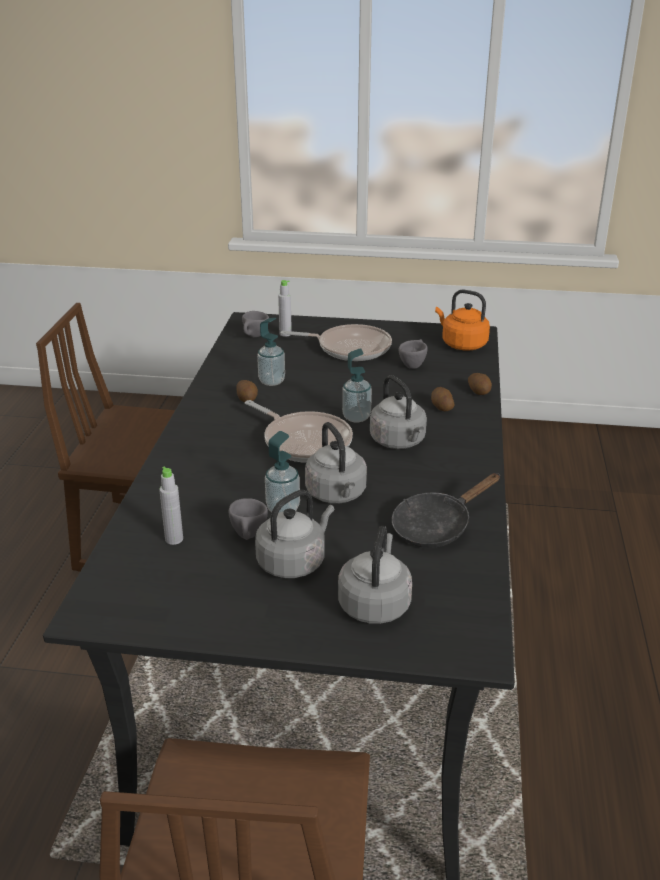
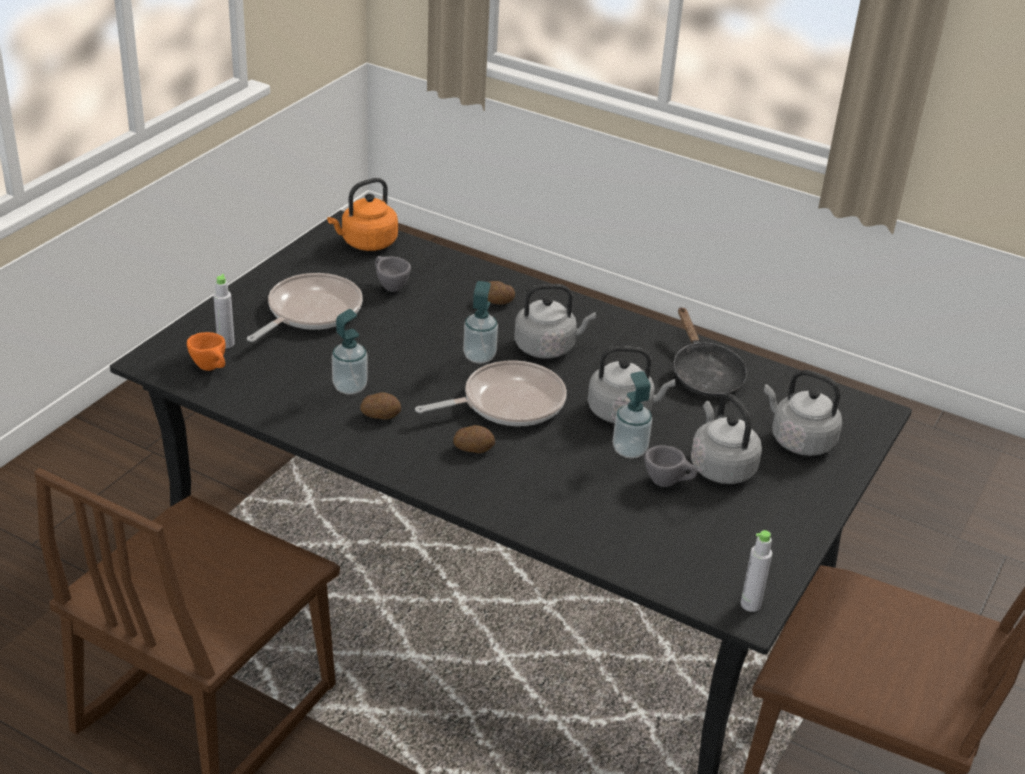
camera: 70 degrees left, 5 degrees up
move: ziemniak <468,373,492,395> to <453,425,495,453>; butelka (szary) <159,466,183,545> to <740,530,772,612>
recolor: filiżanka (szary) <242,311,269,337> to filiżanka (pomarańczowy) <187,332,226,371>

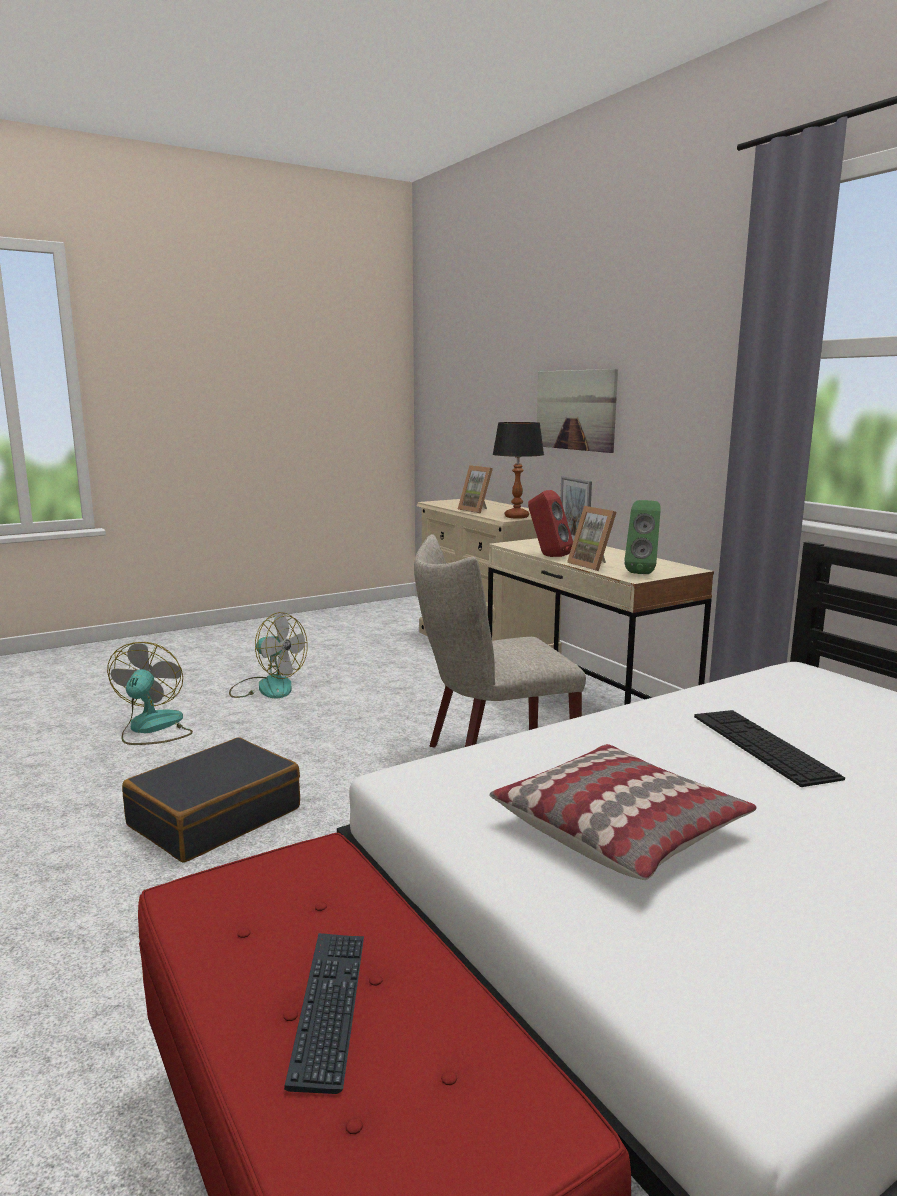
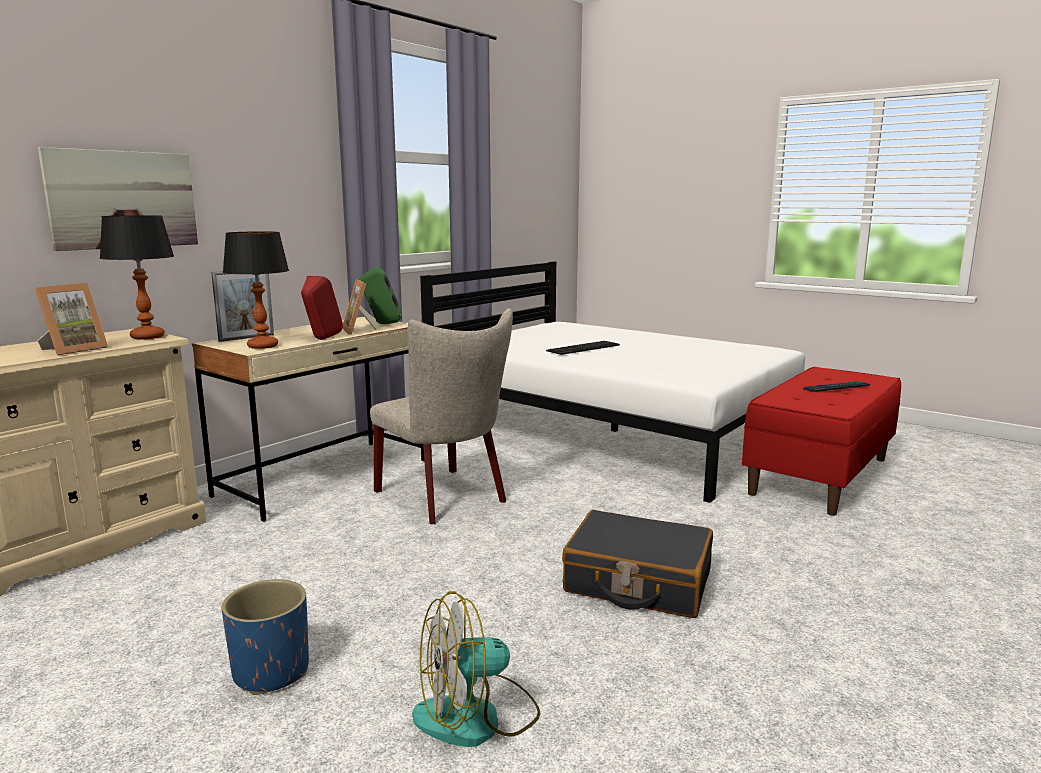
camera: 110 degrees left, 0 degrees up
delete: poduszka <489,744,757,880>
insert: lampa stołowa <223,231,289,349>
replace: wentylator <229,612,308,698> to donica (niebieski) <222,579,309,695>
rotate: ramka na zdjęcie <567,506,617,571> = <342,279,379,335> 120 degrees clockwise

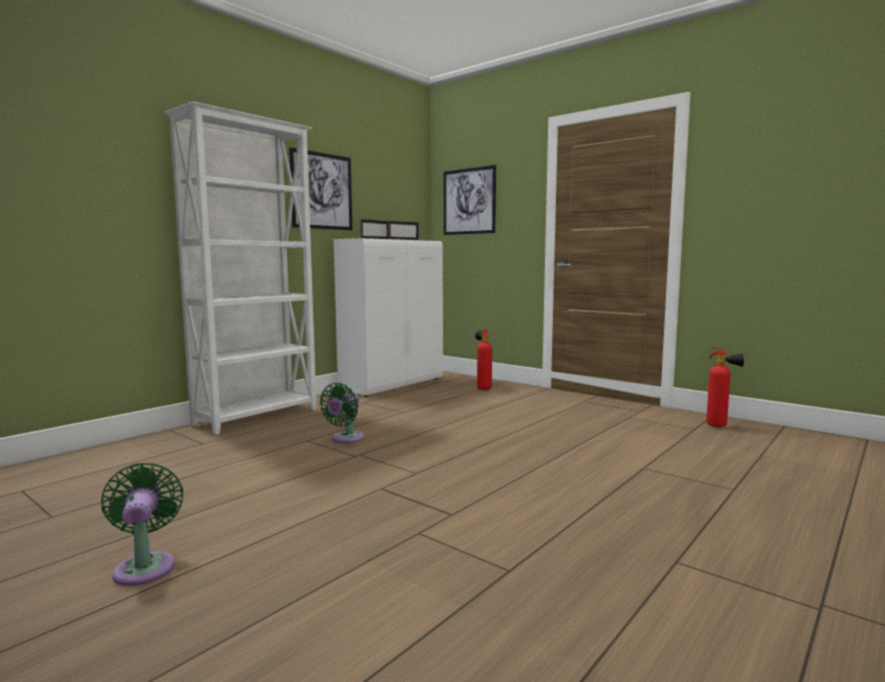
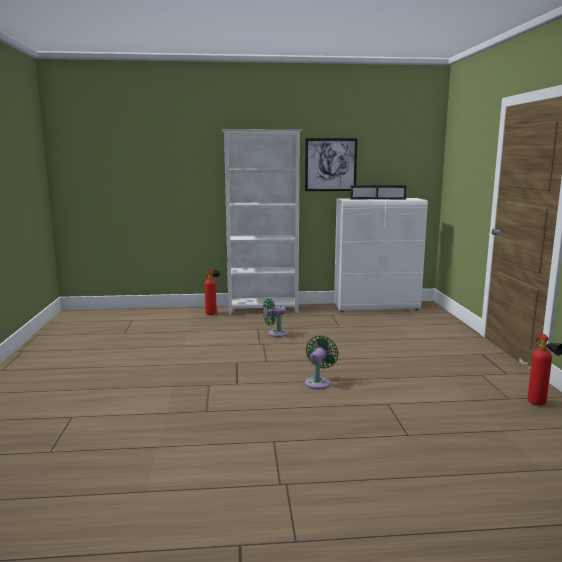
camera: 45 degrees right, 5 degrees up
delete: obraz <444,165,496,235>
move: gaśnica <475,329,492,390> to <205,269,220,315>; wentylator (zielony) <101,463,183,586> to <305,335,338,389>

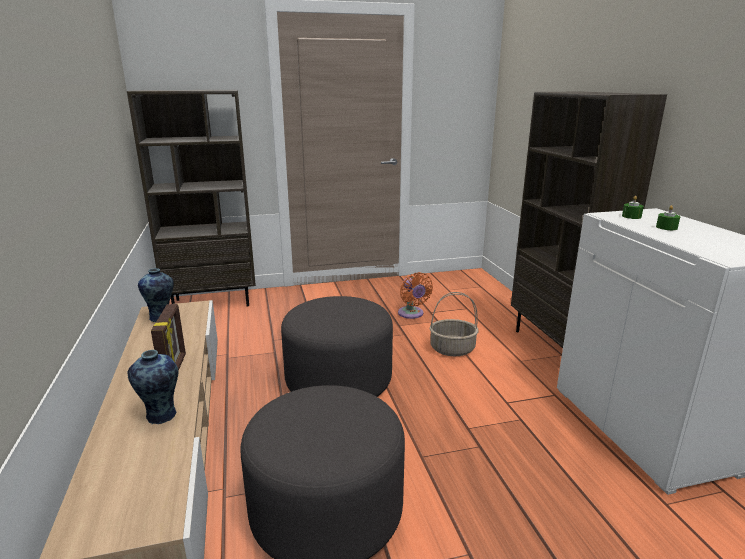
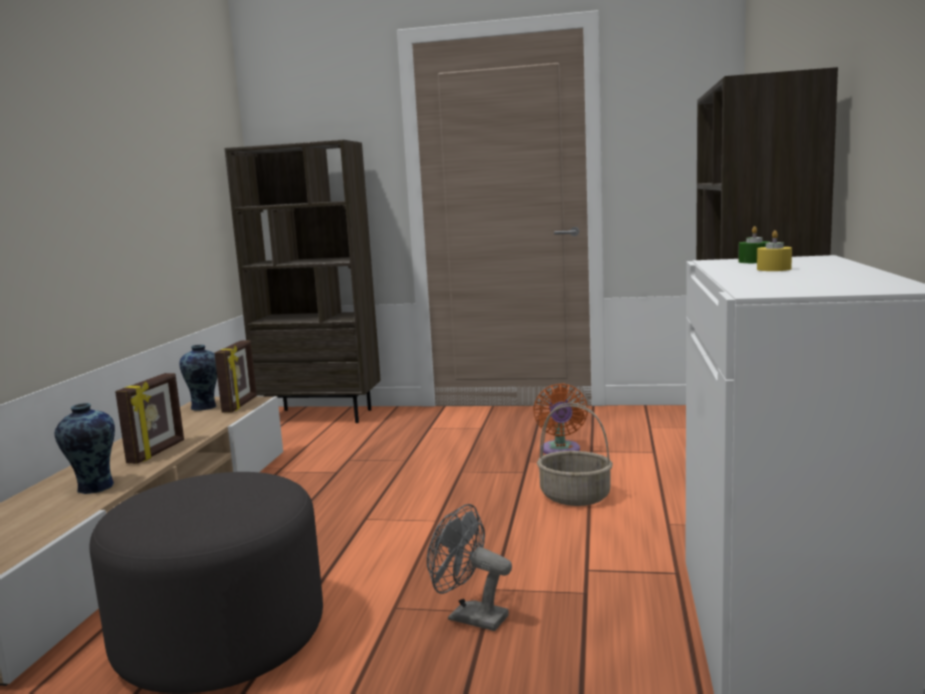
camera: 25 degrees right, 10 degrees down
delete: pufa (szary) <281,296,393,397>
insert: ramka na zdjęcie <214,340,257,413>; wentylator (szary) <427,504,512,631>
recolor: świeca (zielony) <656,205,680,230> to świeca (żółty) <757,230,792,271>

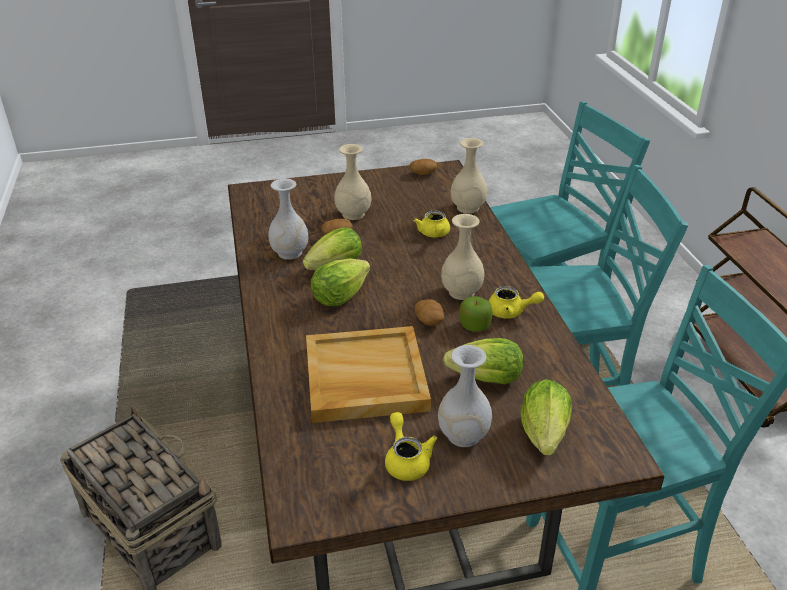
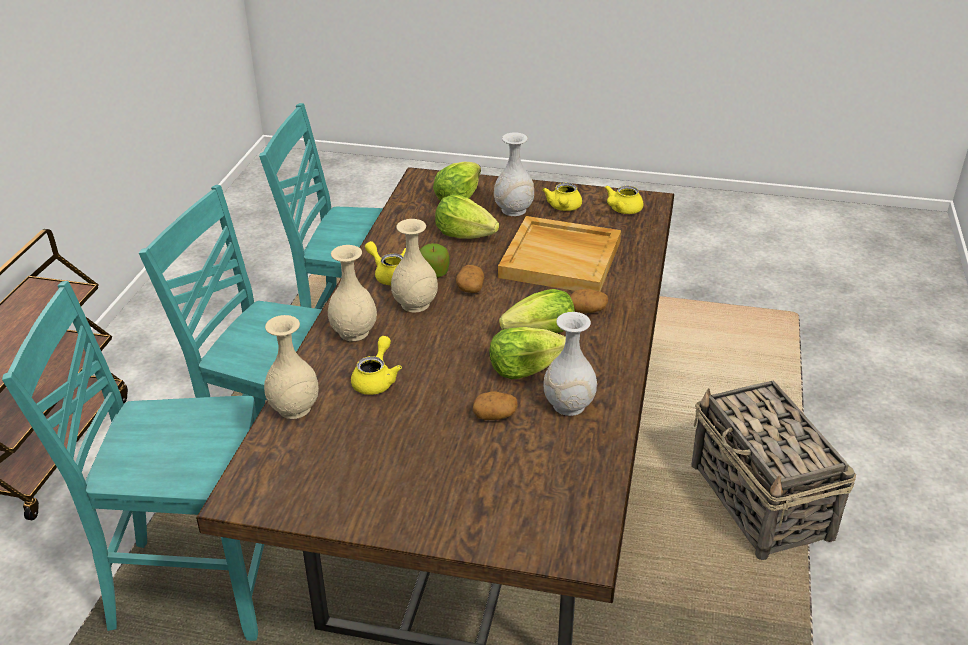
camera: 155 degrees left, 0 degrees up
insert: imbryk (żółty) <605,186,644,214>
move: wazon (beżowy) <334,144,371,220> to <328,245,377,341>; ziemniak <410,159,437,175> to <570,289,608,313>

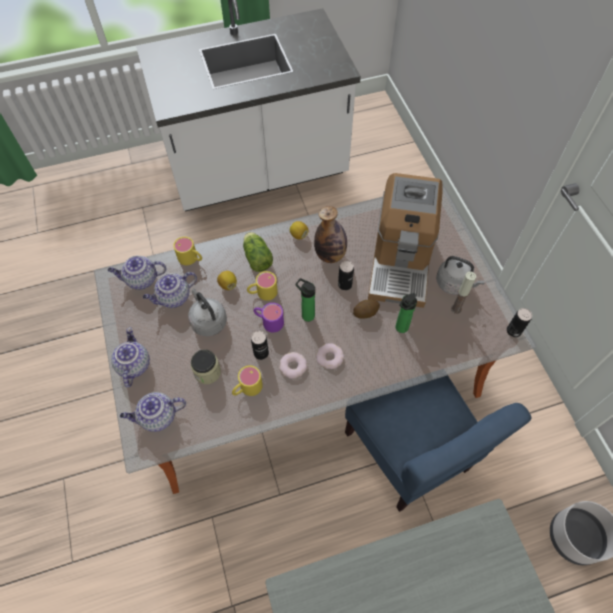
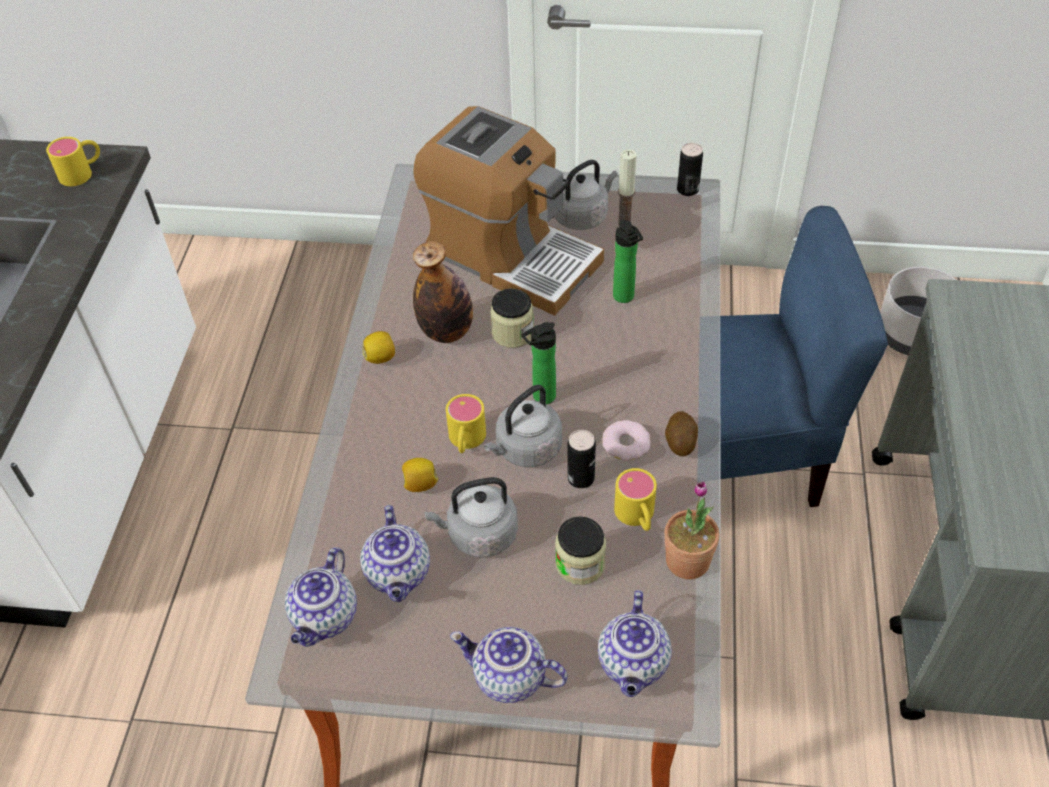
camera: 65 degrees left, 10 degrees down
delete: sałata <243,232,273,272>; donut <316,343,344,369>
insert: roślina doniczkowa <665,481,720,579>
move: kubek (żółty) <173,237,202,265> to <46,137,100,186>; ziemniak <353,299,380,318> to <665,411,698,456>
replace: kubek (fioletowy) <254,303,284,332> to czajnik (szary) <484,385,562,467>; puszka <338,261,354,290> to słoik <490,289,534,348>

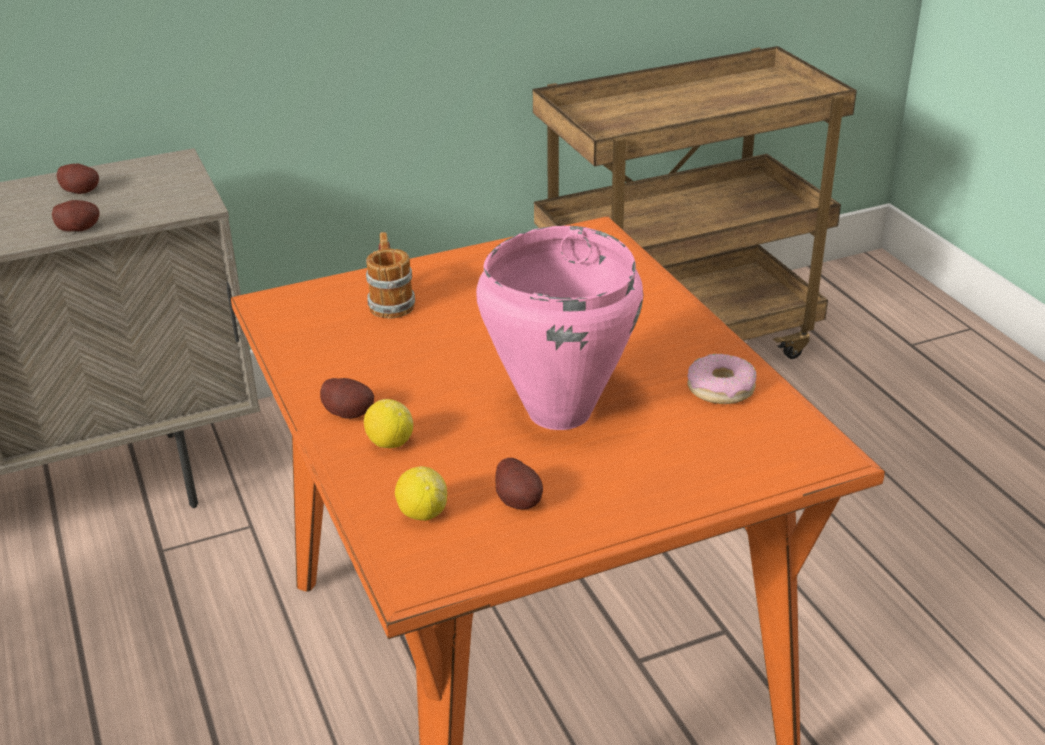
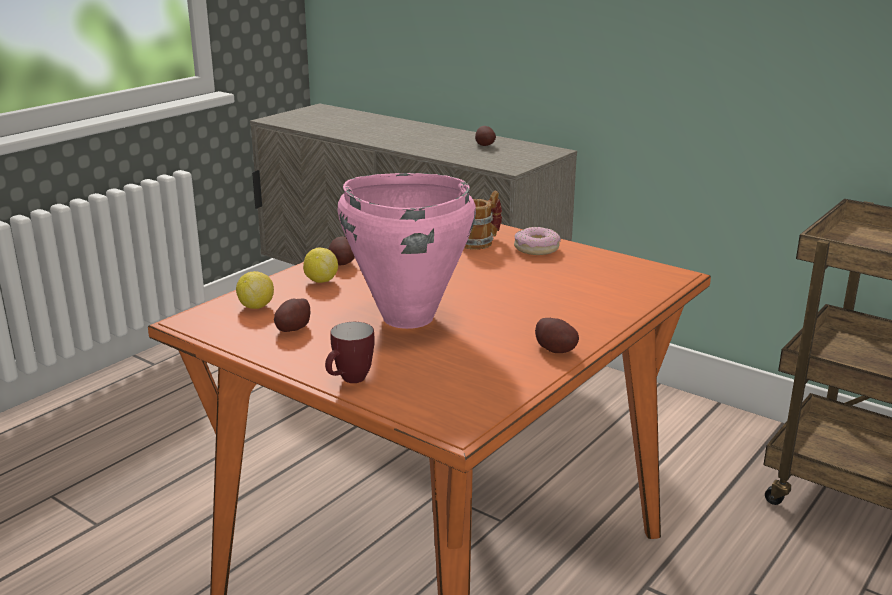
camera: 60 degrees right, 10 degrees down
insert: kubek <325,322,375,383>
move: donut <687,354,757,404> to <514,227,561,255>; ziemniak <52,200,99,232> to <535,318,579,353>

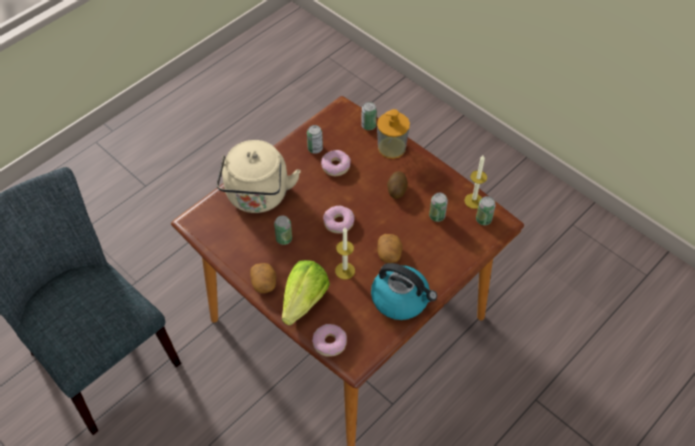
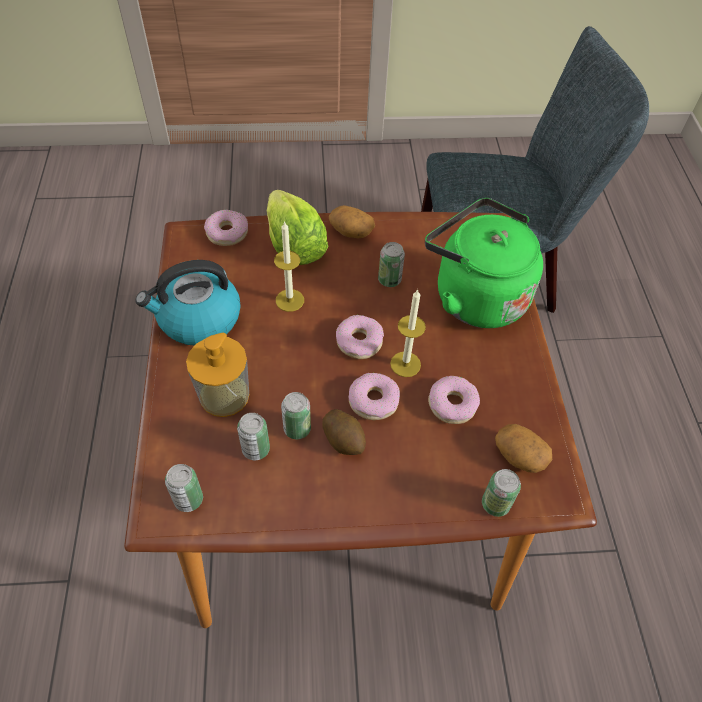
camera: 130 degrees right, 0 degrees up
insert: donut <348,373,400,420>
move: dozownik mydła <377,109,410,159> to <186,333,249,417>; puszka <307,125,323,154> to <281,392,311,440>; świeca <464,155,487,209> to <390,289,426,377>; ziemniak <378,234,402,263> to <495,424,552,473>
recolor: czajnik (beżowy) <217,140,301,213> to czajnik (zielony) <425,198,543,328>

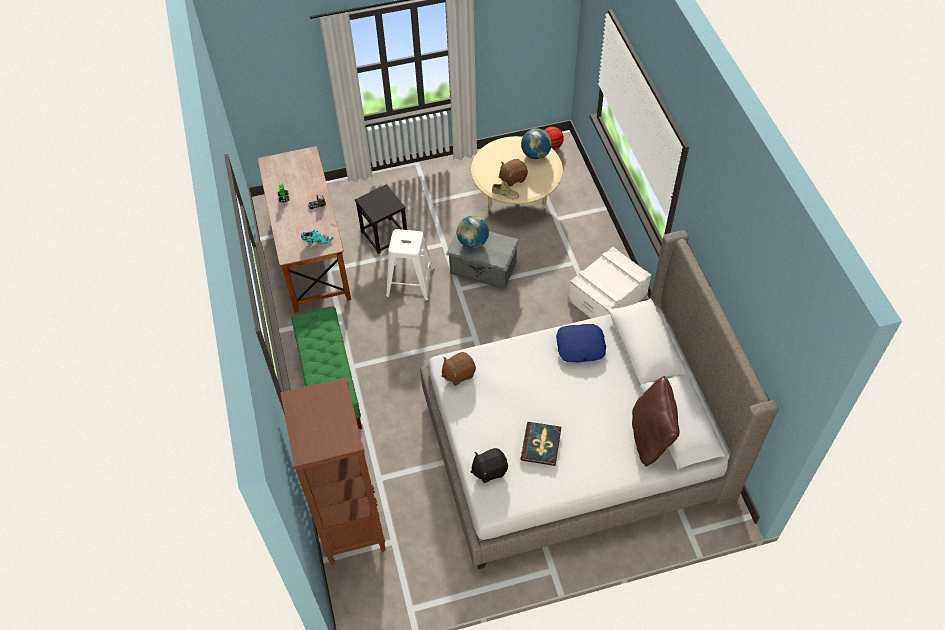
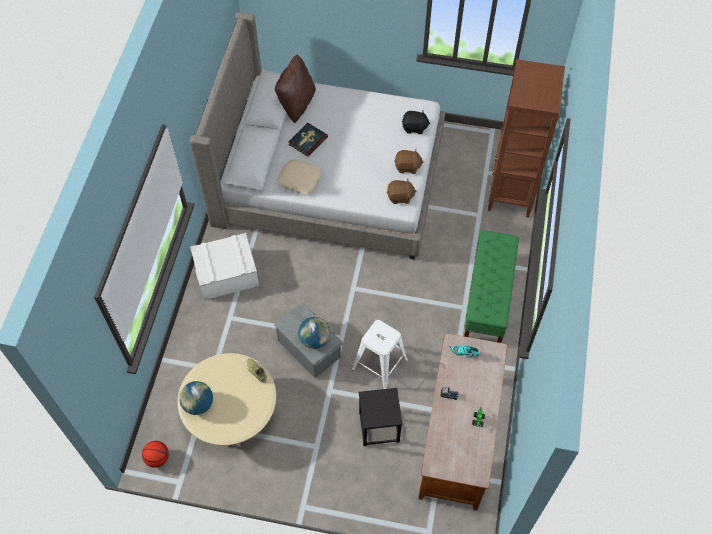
camera: 155 degrees left, 5 degrees up
move: książka <521,422,561,466> to <288,122,328,157>; pluszak (brązowy) <499,159,528,186> to <394,149,424,174>
recolor: poduszka (niebieski) <556,324,606,362> to poduszka (beżowy) <277,159,321,194>

